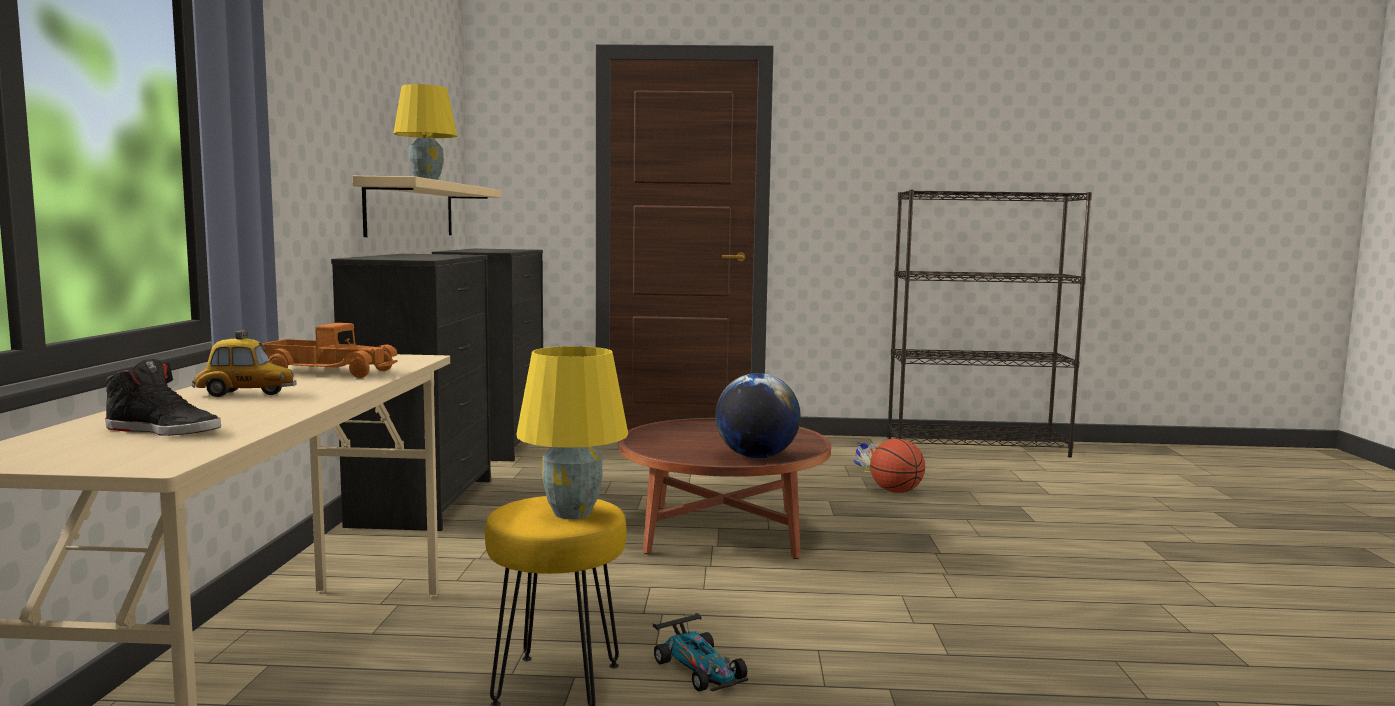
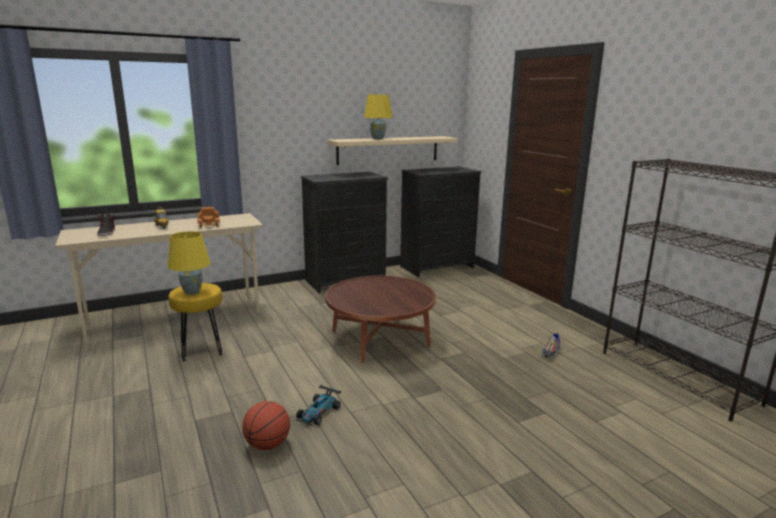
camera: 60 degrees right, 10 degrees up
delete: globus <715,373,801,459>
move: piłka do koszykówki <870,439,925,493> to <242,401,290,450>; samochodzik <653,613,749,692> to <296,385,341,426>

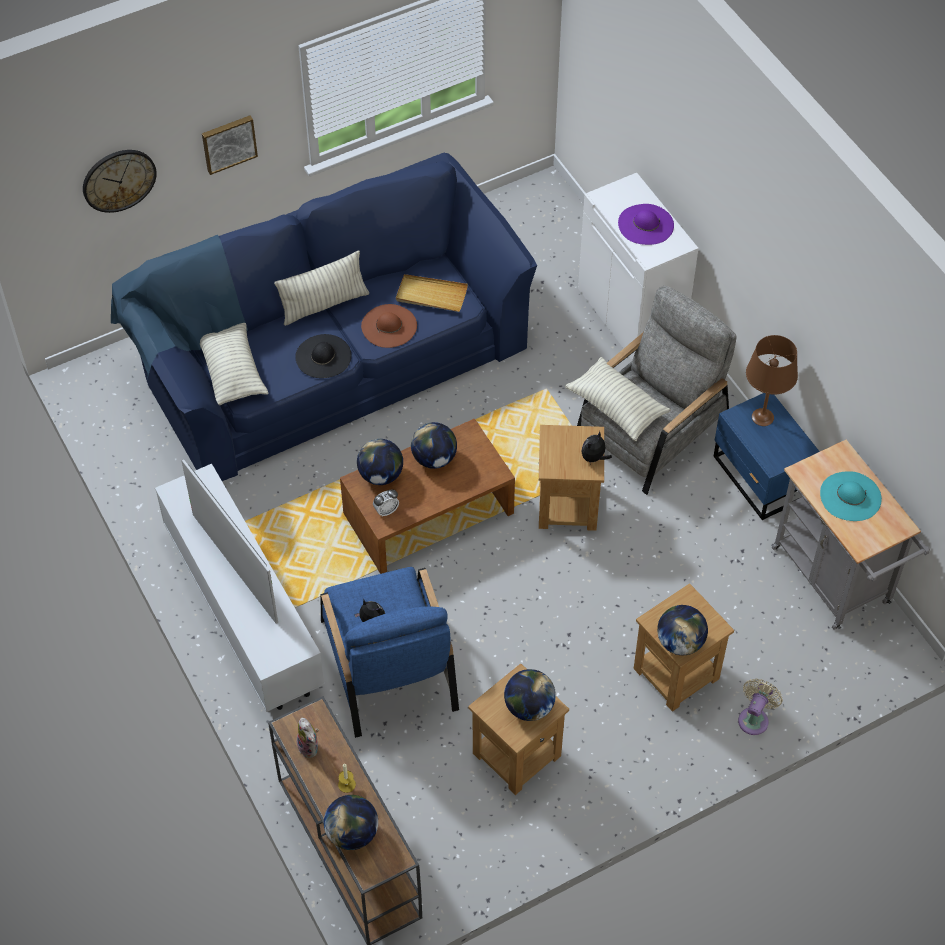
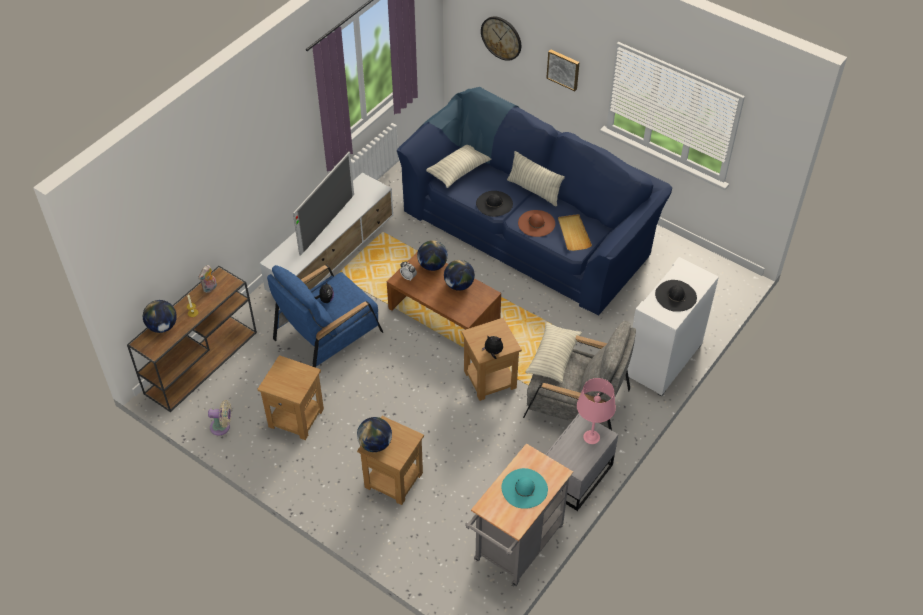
camera: 65 degrees right, 5 degrees down
delete: globus <504,669,556,721>
move: wentylator (beżowy) <738,679,783,735> to <208,400,231,436>
recolor: szafka nocna (niebieski) <714,393,820,520> to szafka nocna (szary) <545,414,618,511>; lampa stołowa (brązowy) <746,335,798,426> to lampa stołowa (różowy) <577,378,616,444>; kapelusz (fioletowy) <618,204,674,245> to kapelusz (czarny) <655,280,697,312>

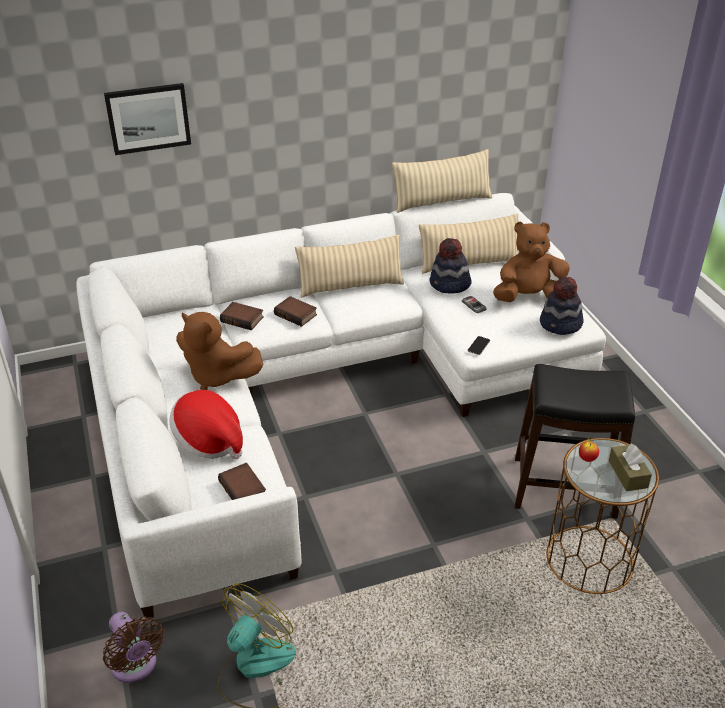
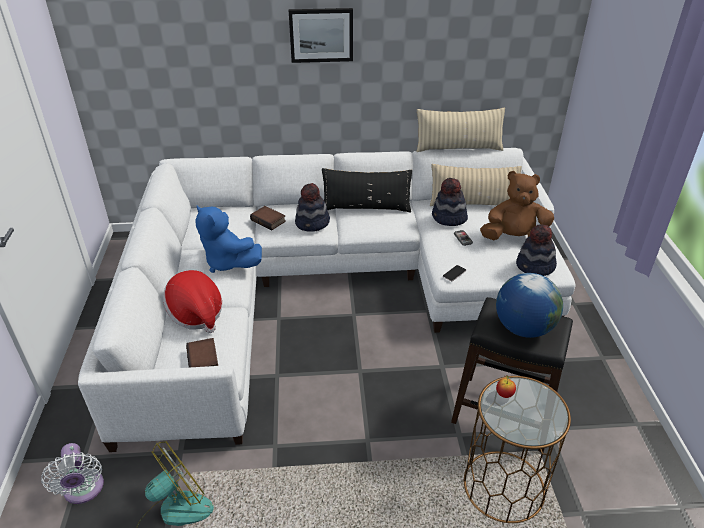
camera: 15 degrees right, 0 degrees up
delete: pudełko chusteczek (brązowy) <608,443,652,491>
insert: globus <496,273,563,338>
move: obraz <104,83,191,155> to <289,8,353,63>
replace: książka <274,296,317,327> to kapelusz <295,183,330,232>
recolor: wentylator (brązowy) <103,612,164,683> to wentylator (biały) <41,443,104,504>; pluszak (brązowy) <176,312,263,390> to pluszak (niebieski) <195,205,262,273>; poduszka (beżowy) <295,234,404,298> to poduszka (czarny) <322,168,412,212>

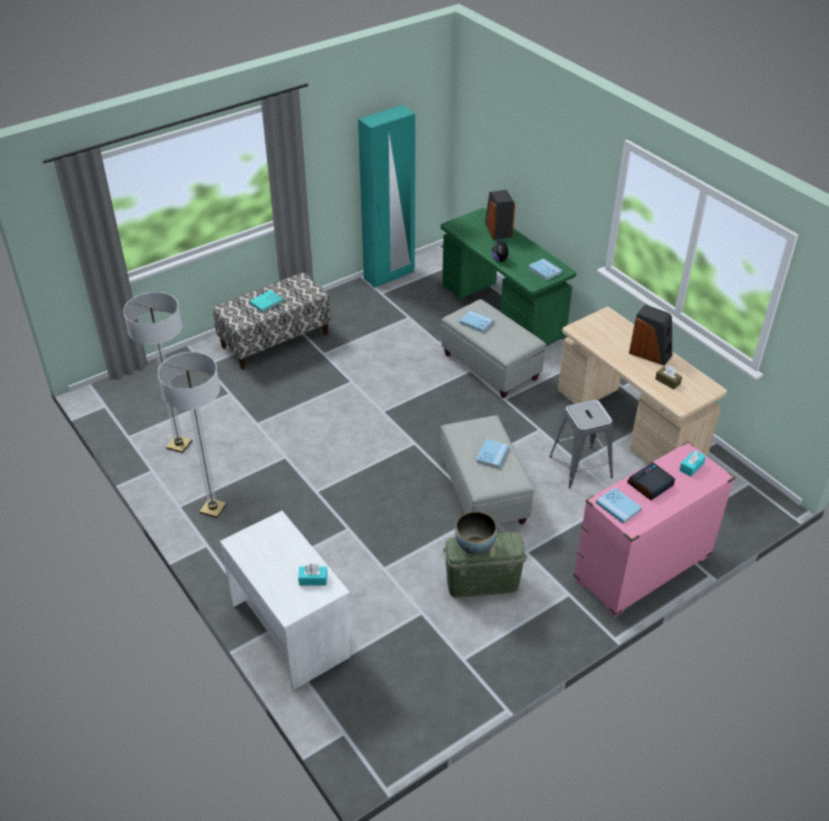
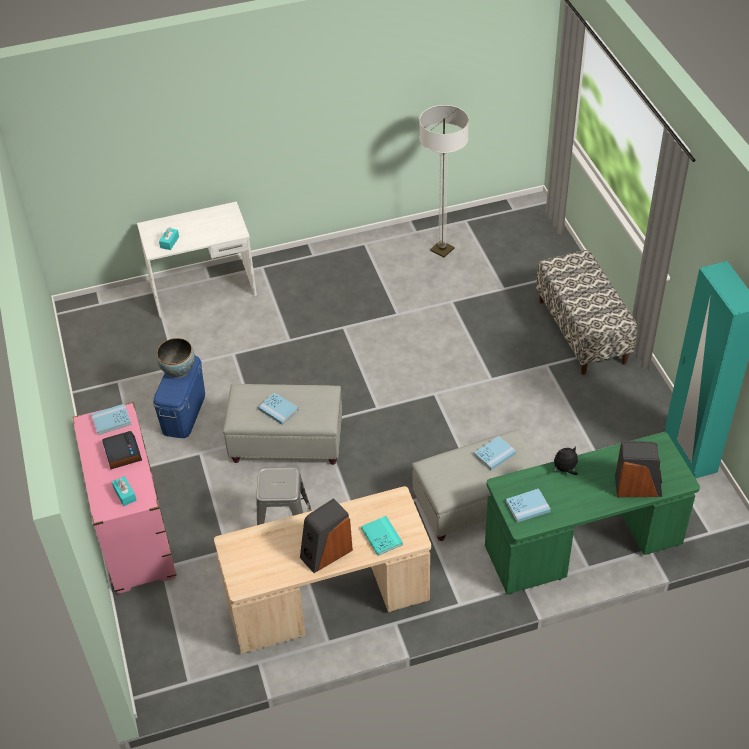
camera: 110 degrees right, 5 degrees up
delete: lampa stojąca <158,352,227,518>; pudełko chusteczek (brązowy) <655,366,682,389>
move: książka (turkusowy) <249,290,284,313> to <361,516,403,556>
recolor: pojemnik do przechowywania (zielony) <443,532,527,598> to pojemnik do przechowywania (niebieski) <153,356,205,438>

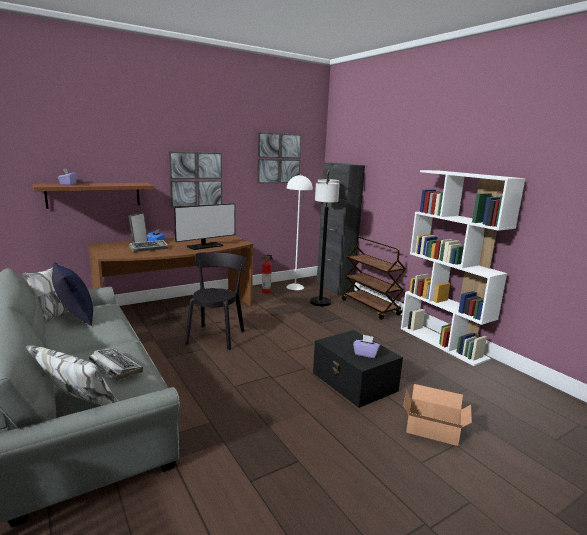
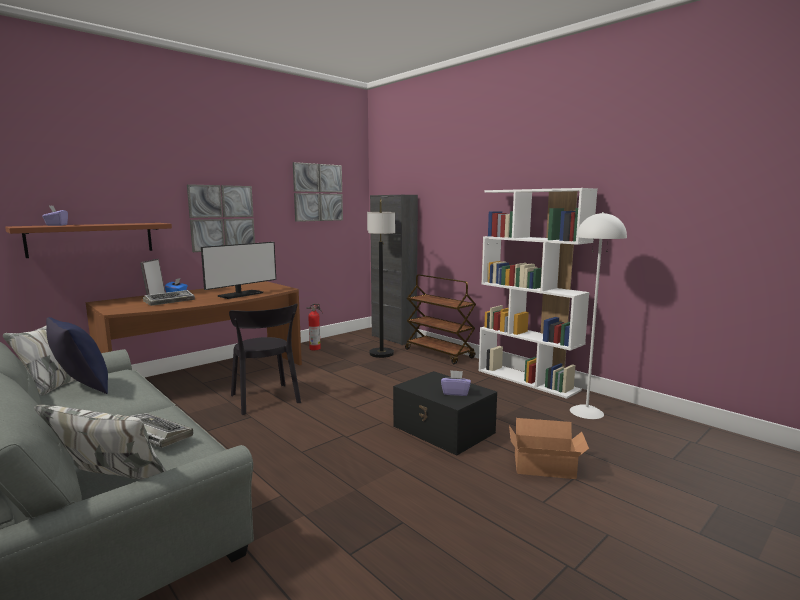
camera: 10 degrees left, 5 degrees down
move: lampa stojąca (biały) <286,175,313,290> to <570,212,627,419>
rotate: krzesło (czarny) <185,252,246,350> = <229,303,301,415> 150 degrees clockwise

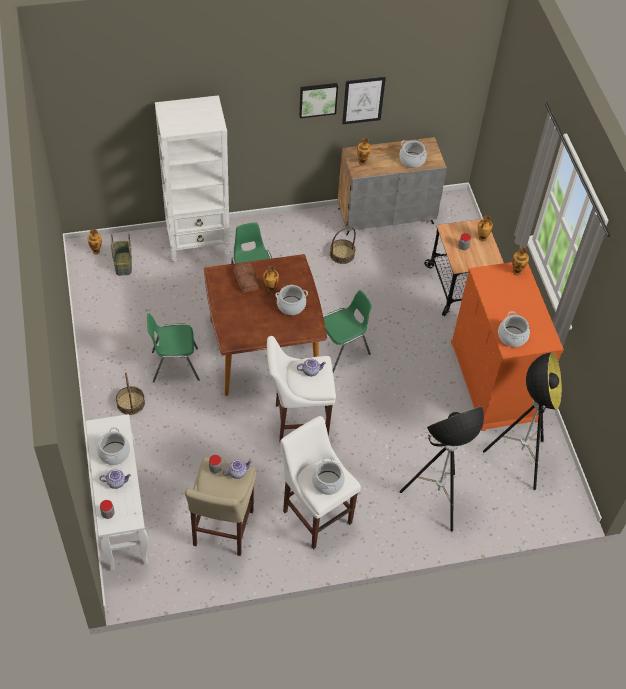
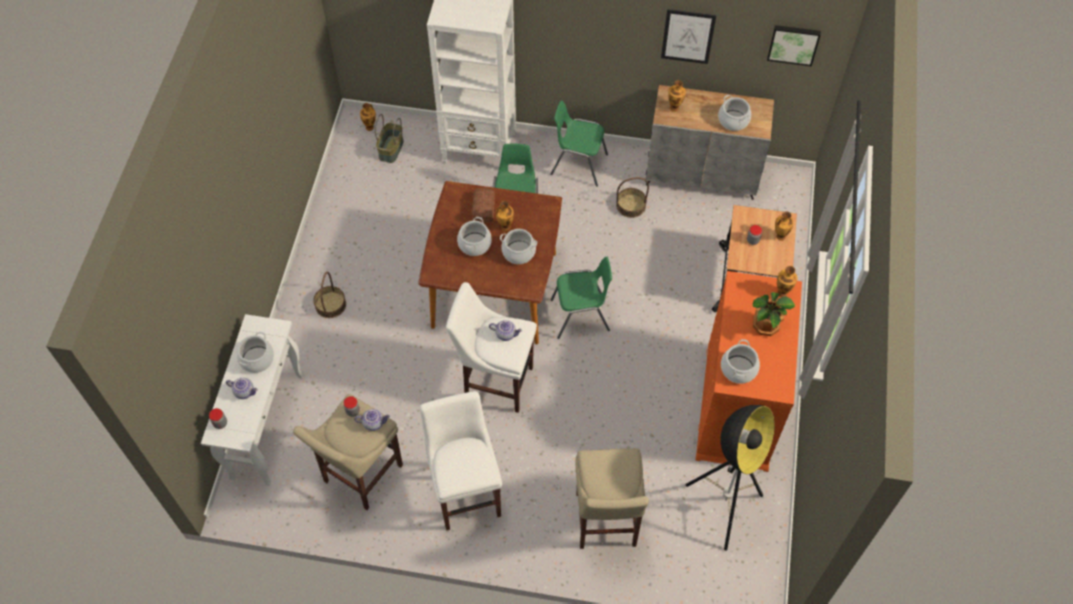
camera: 25 degrees right, 5 degrees up
insert: roślina doniczkowa <753,292,795,336>
move: garnek <312,457,345,495> to <457,217,492,256>; krzesło (zielony) <147,314,200,382> to <550,101,608,187>; obraz <299,83,338,118> to <767,25,821,66>
replace: lampa stojąca <400,406,484,532> to stołek (beżowy) <576,448,649,549>

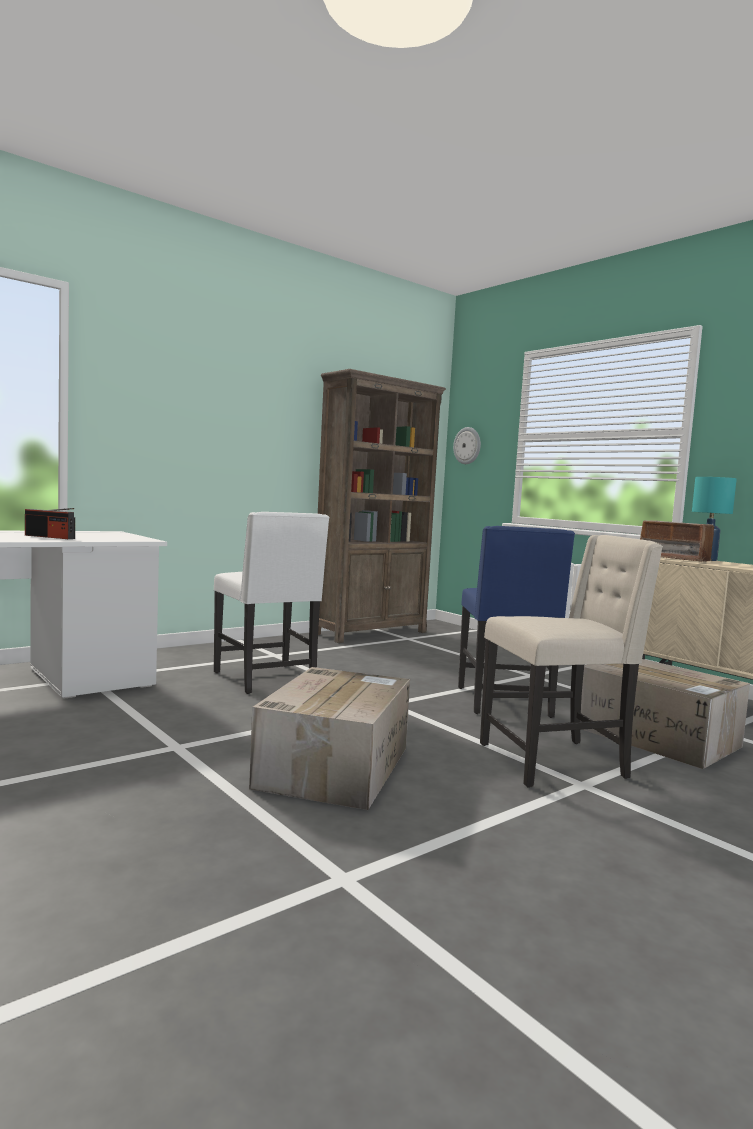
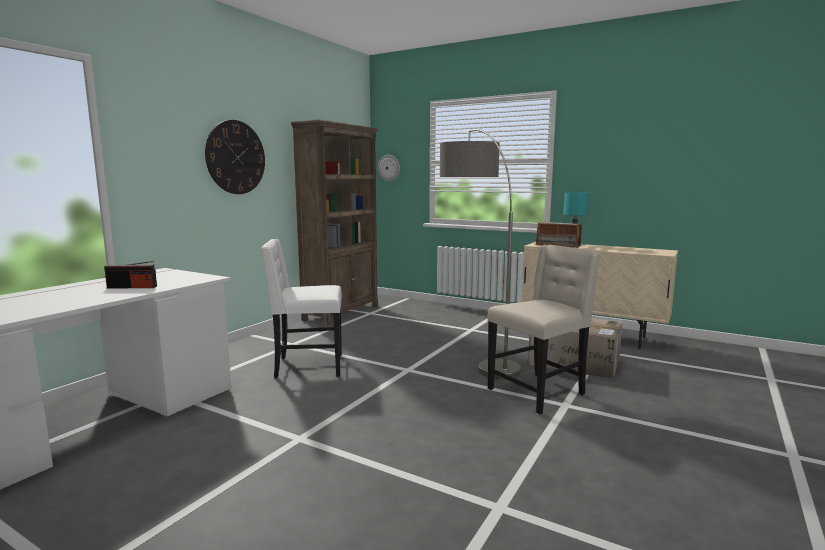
camera: 20 degrees left, 5 degrees up
delete: karton <249,667,410,810>
insert: zegar ścienny <205,120,265,194>
replace: krzesło (niebieski) <458,526,575,718> to lampa stojąca <440,129,521,379>
rotate: krzesło (biały) <214,512,330,694> = <261,239,342,378> 135 degrees clockwise

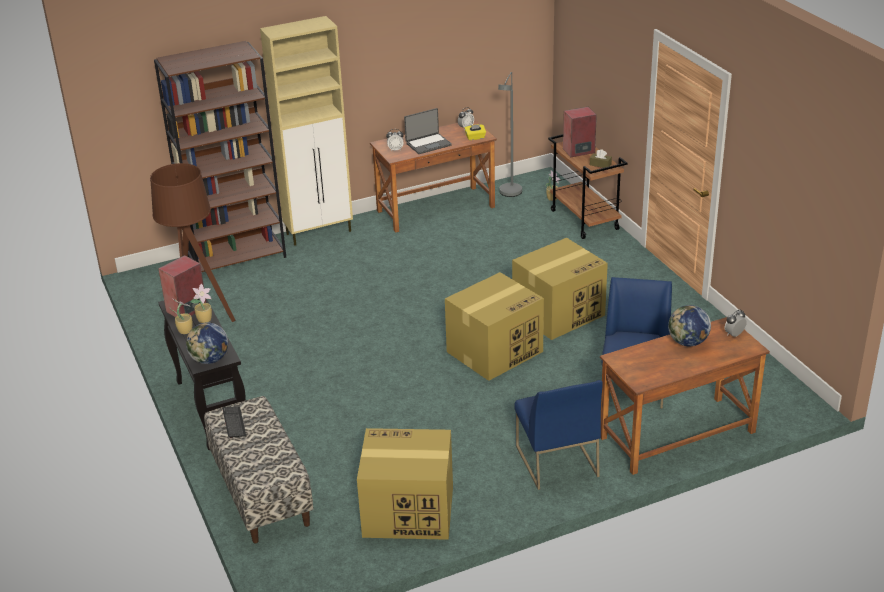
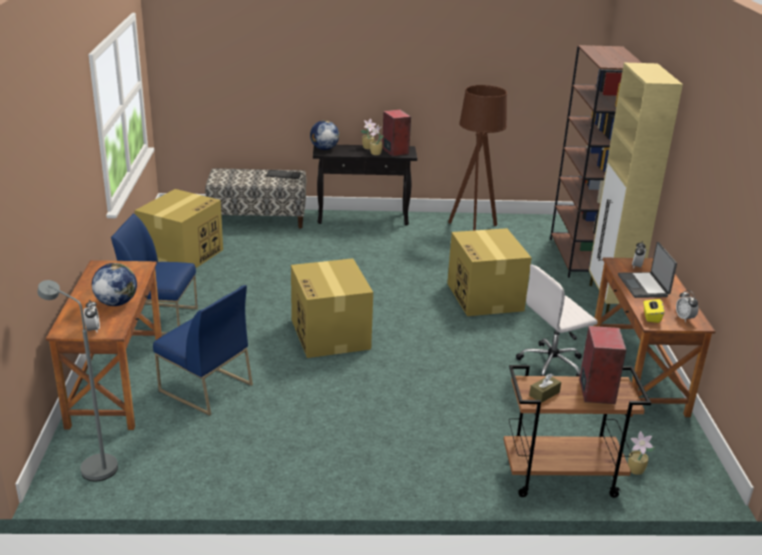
camera: 110 degrees right, 5 degrees down
insert: krzesło biurowe (biały) <516,264,598,377>
move: lampa stojąca (szary) <498,72,522,197> to <37,280,118,481>; karton <512,238,608,340> to <447,228,531,316>

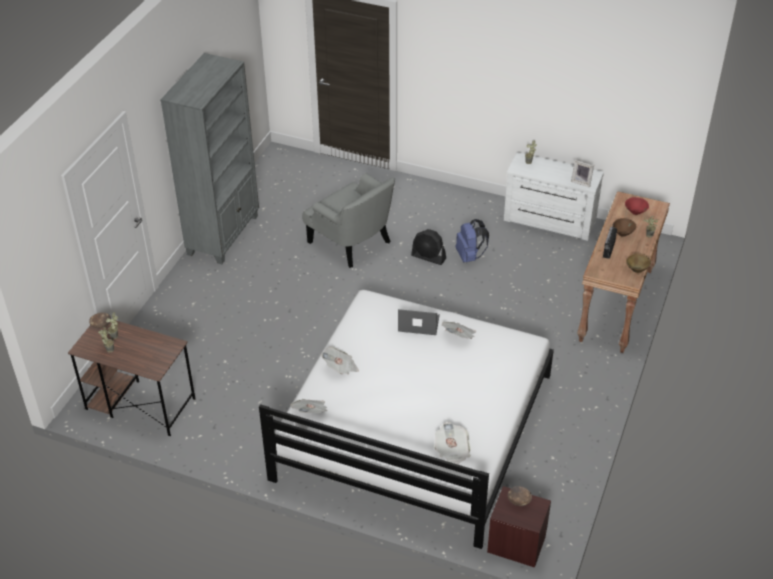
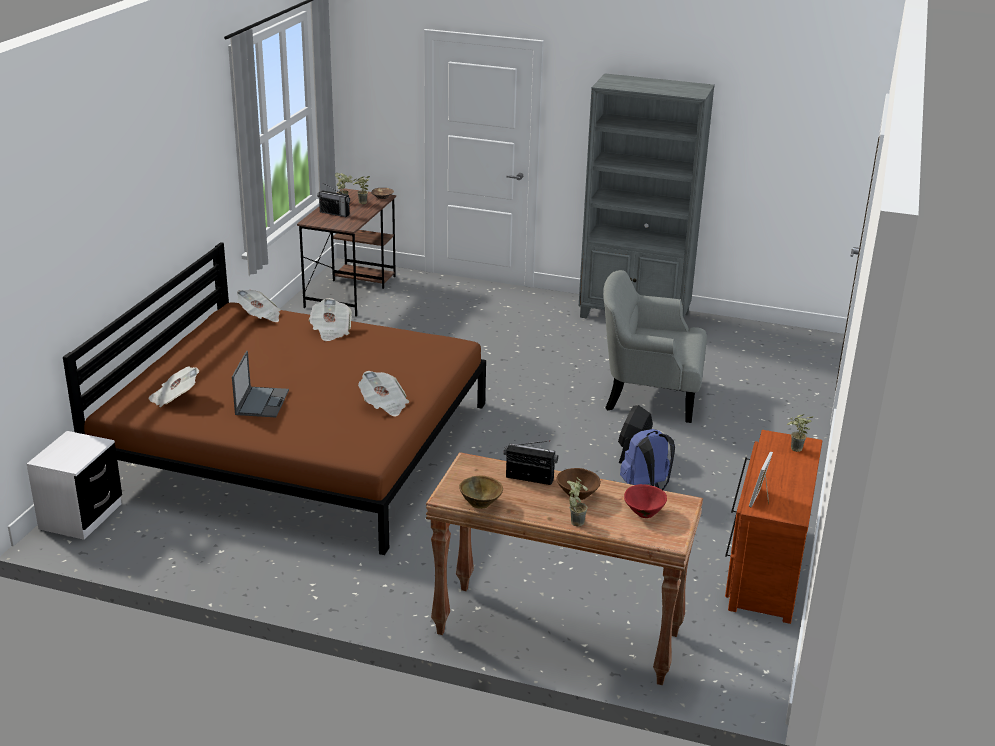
camera: 85 degrees right, 15 degrees down
delete: miska (brązowy) <508,486,532,506>
insert: radio <317,183,350,217>
move: laptop <398,309,440,335> to <232,351,289,417>
recolor: szafka nocna (brązowy) <487,486,551,568> to szafka nocna (biały) <27,431,122,540>; łóżko (biały) <259,290,554,549> to łóżko (brązowy) <63,242,486,555>; komoda (biały) <504,152,604,241> to komoda (brązowy) <725,430,822,624>
rotate: fotel (szary) <302,173,395,268> = <603,270,707,423> 60 degrees clockwise

